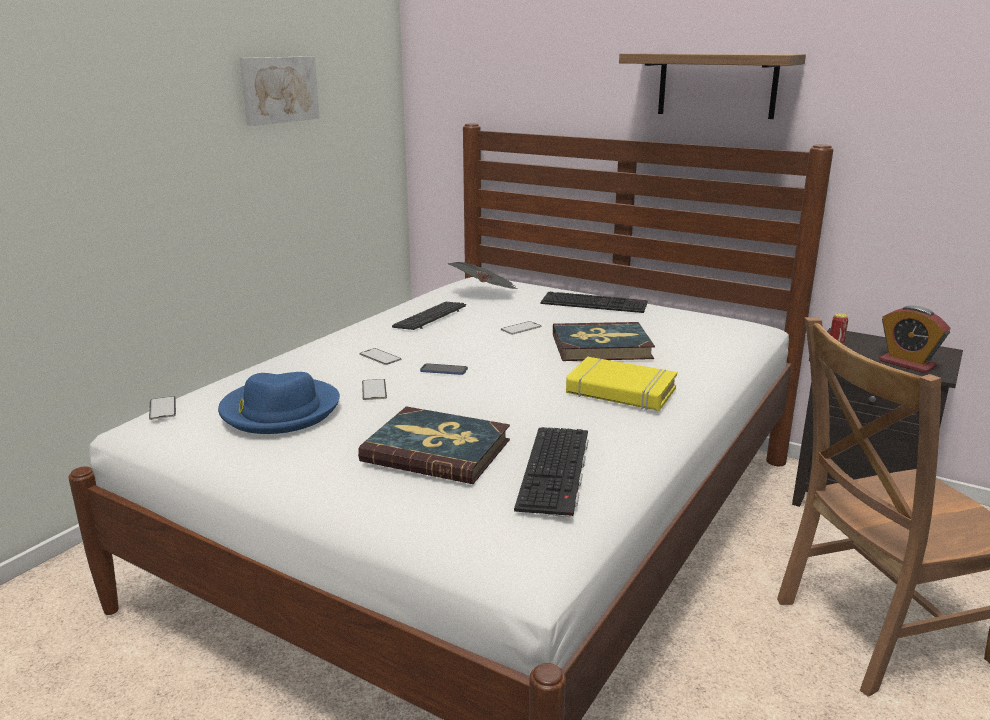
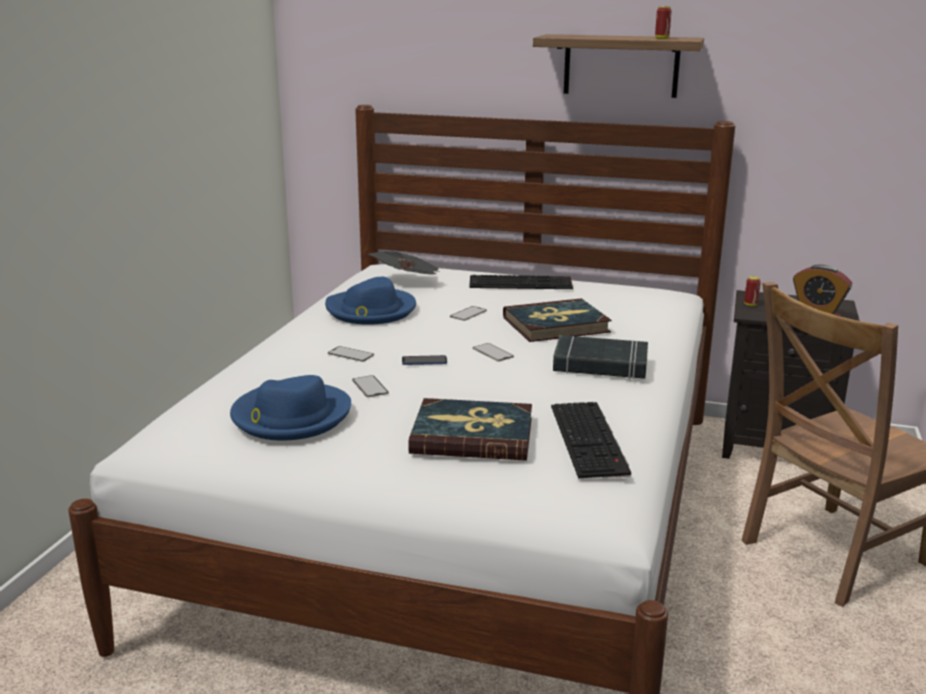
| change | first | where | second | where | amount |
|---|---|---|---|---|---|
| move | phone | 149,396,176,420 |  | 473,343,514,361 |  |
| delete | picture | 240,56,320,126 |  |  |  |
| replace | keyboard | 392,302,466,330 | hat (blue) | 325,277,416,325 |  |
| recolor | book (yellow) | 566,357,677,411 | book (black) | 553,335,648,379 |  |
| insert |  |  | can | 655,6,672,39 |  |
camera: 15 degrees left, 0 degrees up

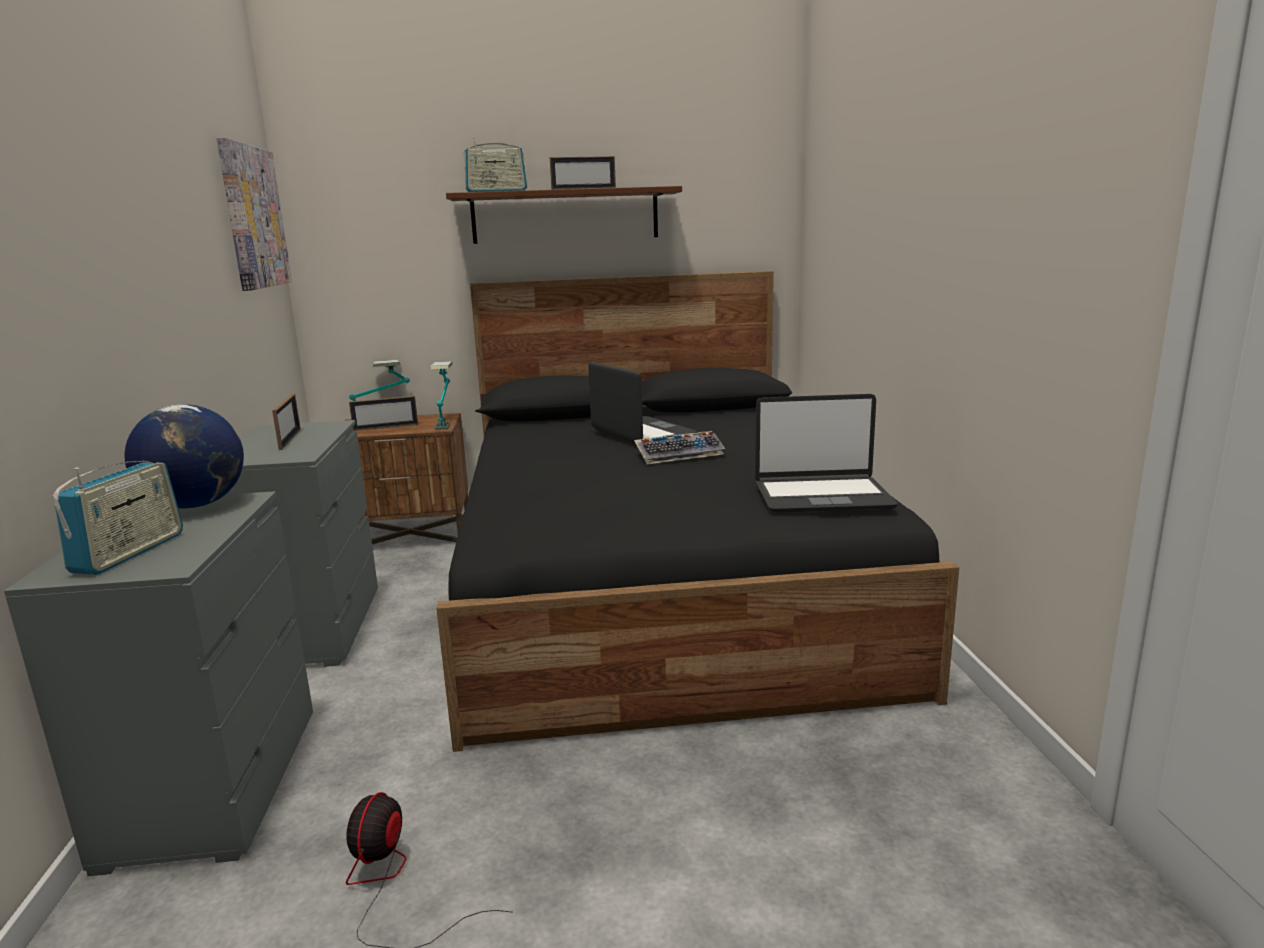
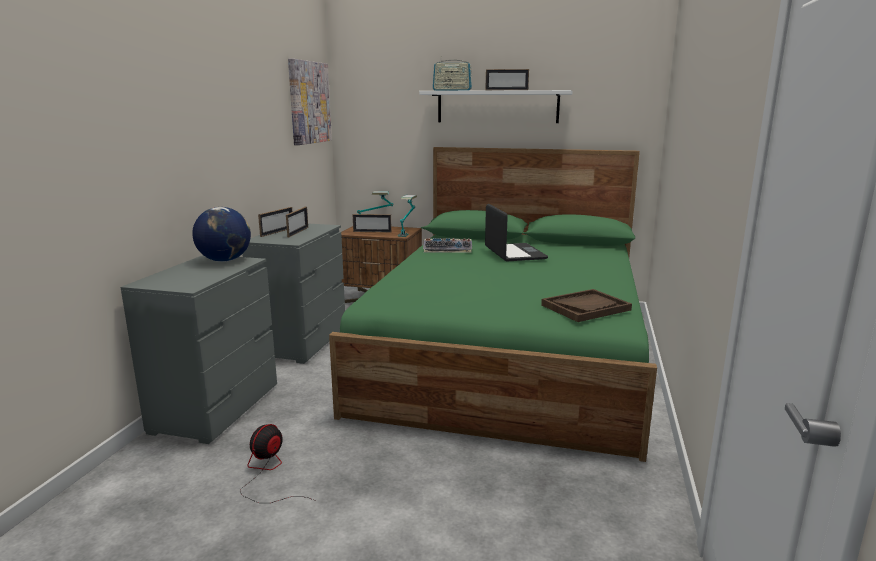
| change | first | where | second | where | amount |
|---|---|---|---|---|---|
| delete | radio | 53,461,183,575 |  |  |  |
| recolor | bed (black) | 436,271,959,752 | bed (green) | 329,147,657,462 |  |
| recolor | shelf (brown) | 446,186,682,244 | shelf (white) | 419,90,573,123 |  |
| move | keyboard | 634,431,725,465 |  | 423,238,472,253 |  |
| replace | laptop | 755,394,897,513 | tray (brown) | 541,289,632,322 |  |
| insert |  |  | picture frame | 258,207,292,237 |  |
camera: 20 degrees right, 0 degrees up

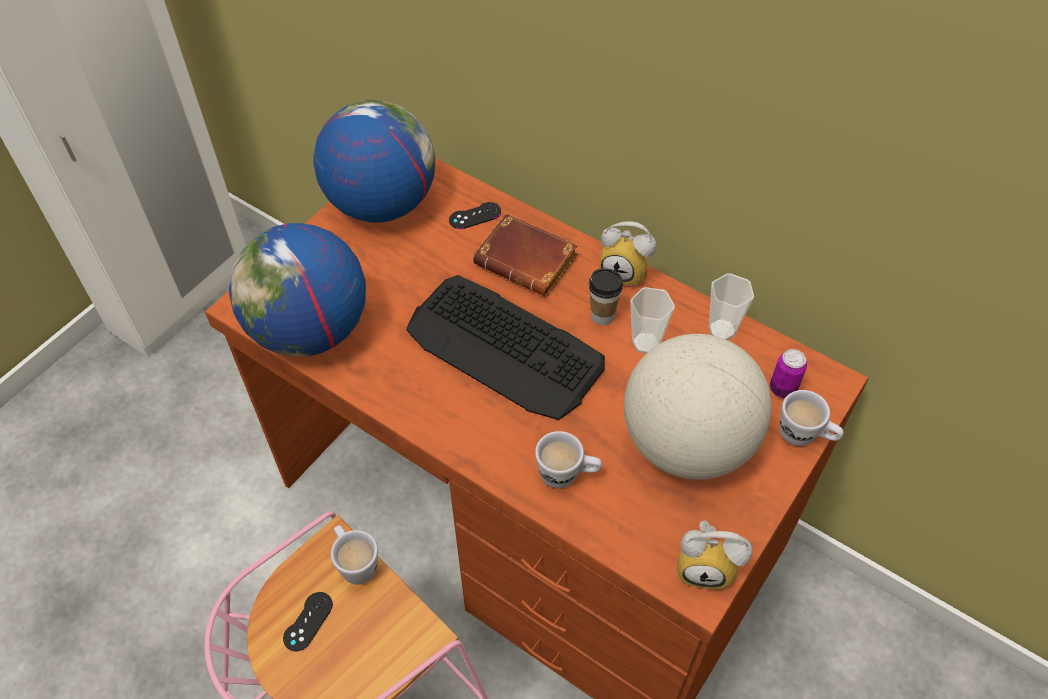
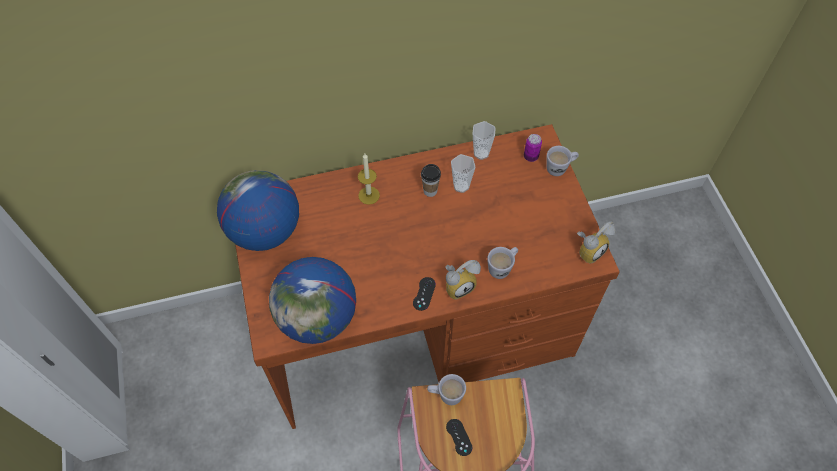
| change | first | where | second | where | amount |
|---|---|---|---|---|---|
| delete | keyboard | 406,275,605,420 |  |  |  |
| move | game controller (black) | 449,202,501,229 |  | 413,277,436,311 |  |
| replace | book (brown) | 473,213,578,297 | candle | 358,154,380,205 |  |
| move | alarm clock | 600,221,656,287 |  | 445,260,481,299 |  |
| delete | globe | 624,334,772,480 |  |  |  |
camera: 50 degrees left, 5 degrees up

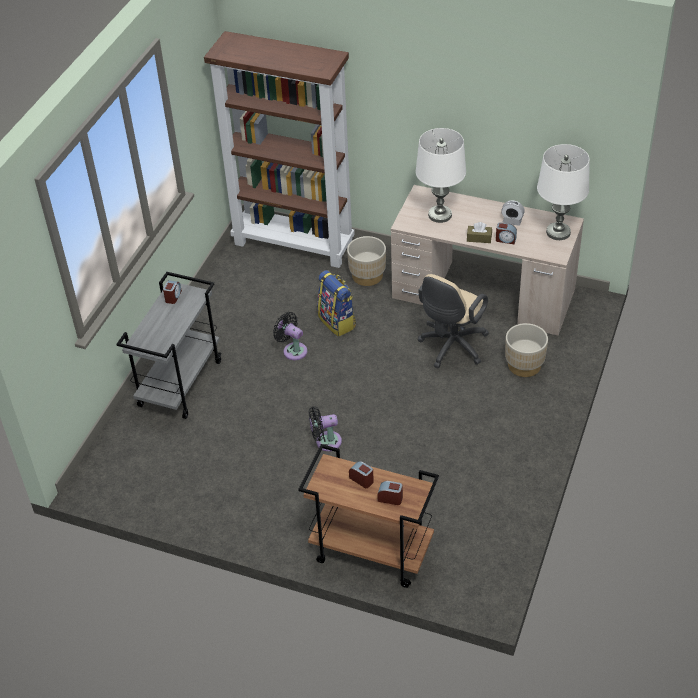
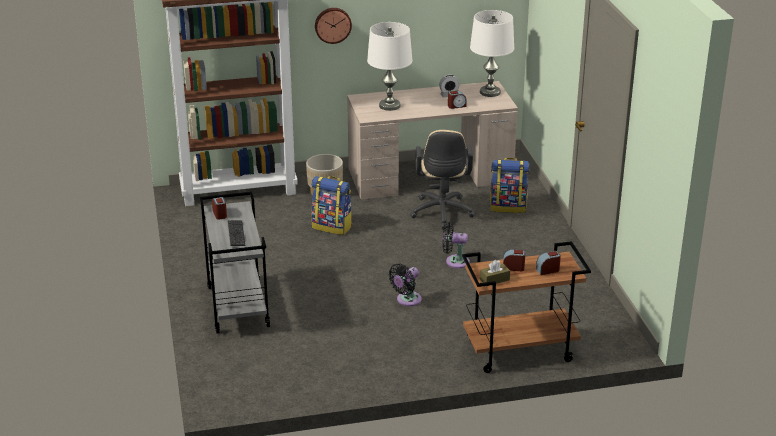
| change | first | where | second | where | amount |
|---|---|---|---|---|---|
| move | fan (black) | 273,312,307,360 |  | 443,222,470,268 |  |
| move | tissue box (brown) | 467,222,492,243 |  | 480,260,510,284 |  |
| replace | planter (beige) | 505,323,548,377 | backpack | 490,158,529,213 |  |
| insert |  |  | keyboard | 228,220,245,246 |  |
| insert |  |  | wall clock | 315,8,352,44 |  |
camera: 35 degrees left, 15 degrees down

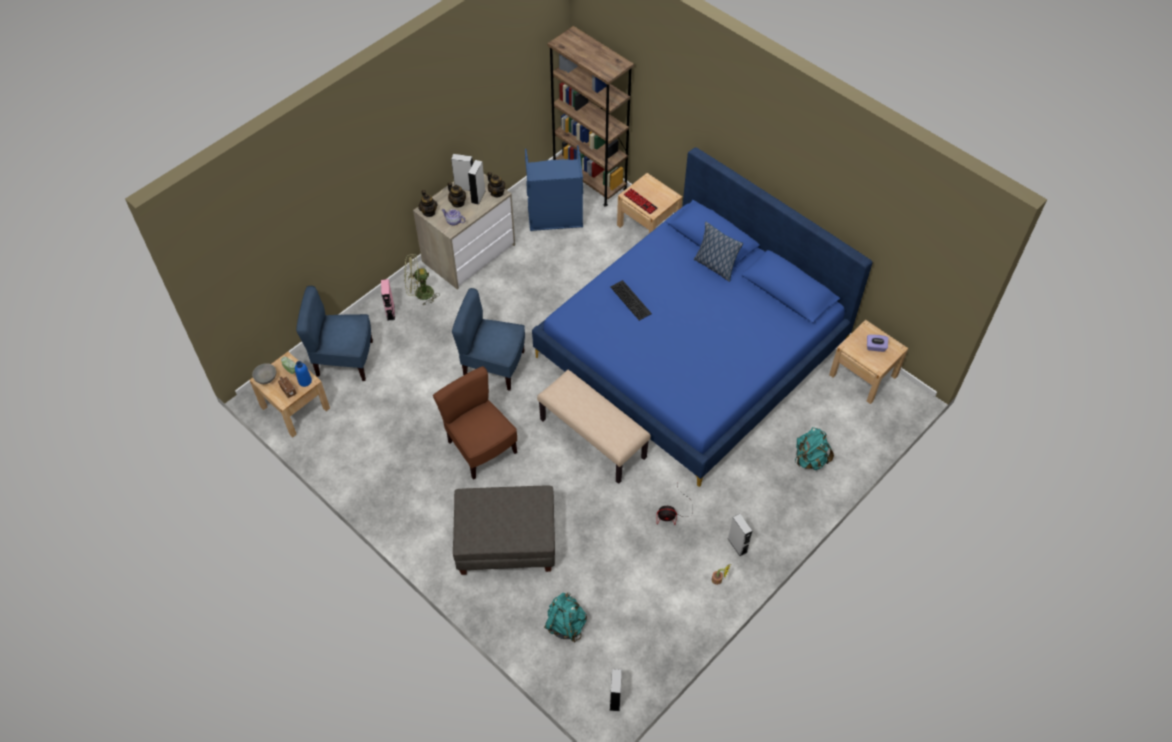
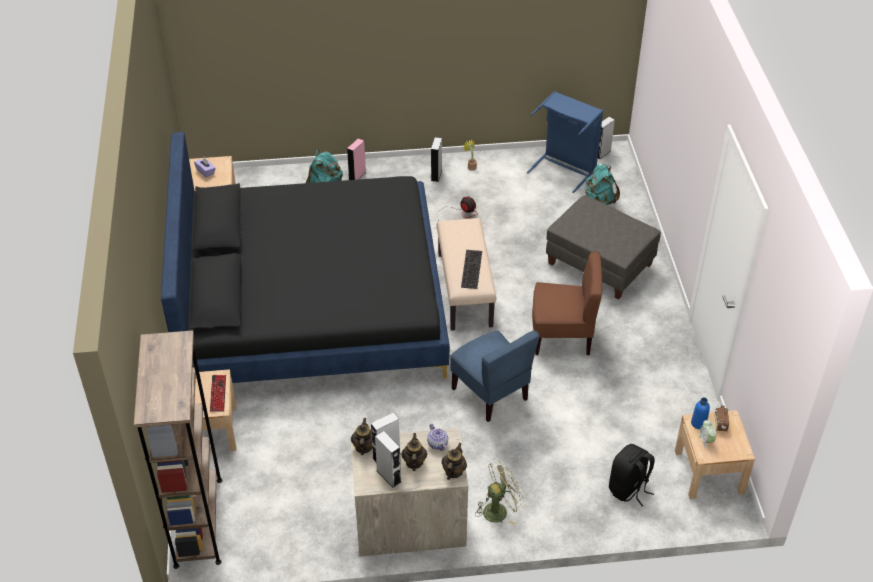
| change | first | where | second | where | amount |
|---|---|---|---|---|---|
| delete | bowl (grey) | 252,363,277,384 |  |  |  |
| replace | chair (blue) | 296,286,373,381 | backpack (black) | 609,444,655,506 |  |
| move | speaker (pink) | 381,279,395,321 |  | 347,138,366,180 |  |
| rotate | fan (green) | 404,254,440,305 |  | 475,460,525,525 | 60 degrees counterclockwise |
| rotate | chair (brown) | 433,366,517,480 |  | 532,251,602,355 | 90 degrees counterclockwise |
| move | laundry basket (blue) | 525,145,583,231 |  | 527,91,603,193 |  |
| recolor | bed (blue) | 532,147,872,487 | bed (black) | 161,132,450,383 |  |
| move | keyboard | 611,280,652,321 |  | 461,250,482,289 |  |
| delete | pillow | 694,221,743,282 |  |  |  |
camera: 140 degrees left, 10 degrees down

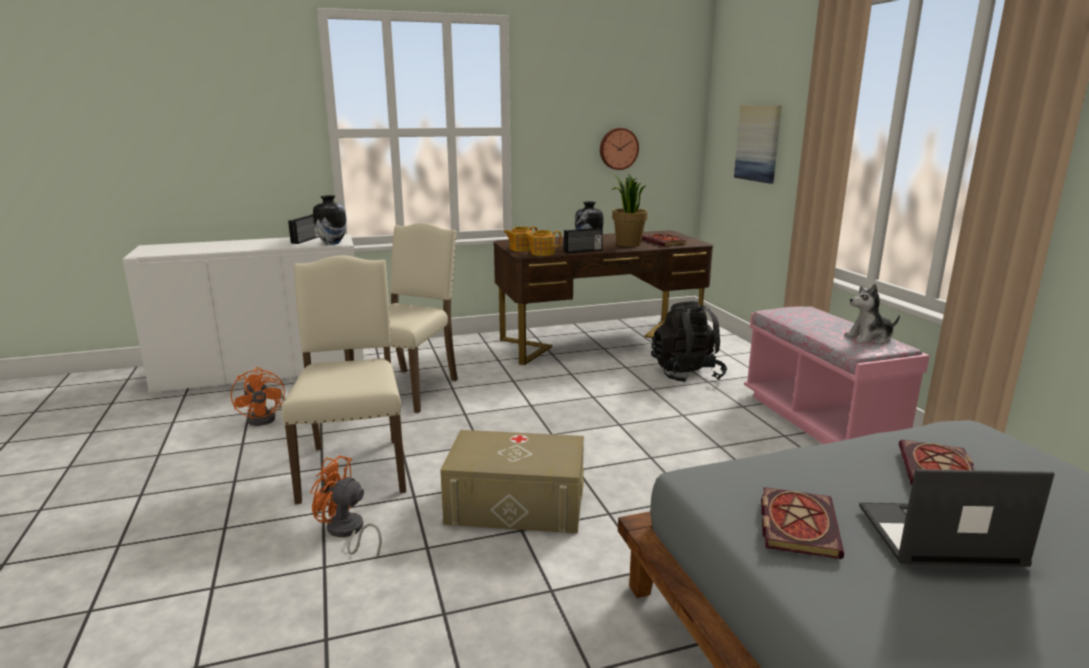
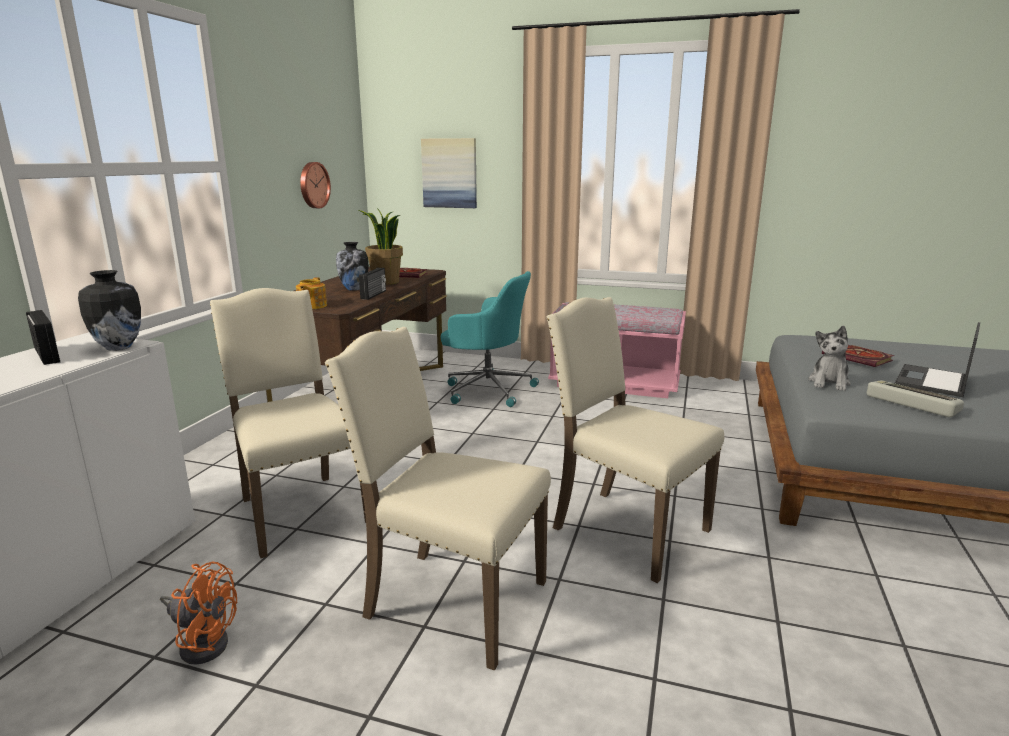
| change | first | where | second | where | amount |
|---|---|---|---|---|---|
| delete | fan (orange) | 310,455,382,558 |  |  |  |
| replace | storage box (beige) | 440,430,584,533 | chair (beige) | 547,297,724,583 |  |
| delete | teapot | 523,230,561,256 |  |  |  |
| replace | backpack (black) | 651,301,727,383 | office chair (turquoise) | 441,271,539,407 |  |
| replace | book | 761,487,844,559 | keyboard | 867,380,964,417 |  |
| move | plush toy | 844,284,900,344 |  | 808,326,851,391 |  |
camera: 55 degrees left, 0 degrees up

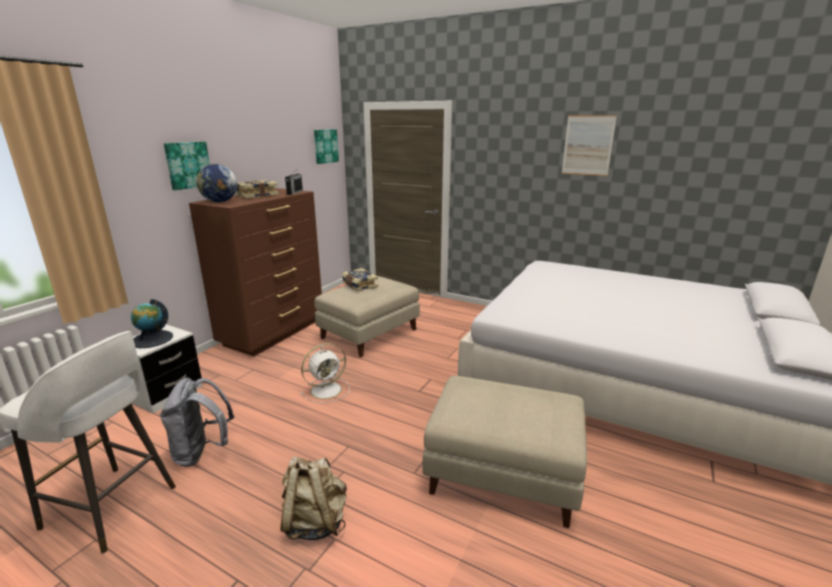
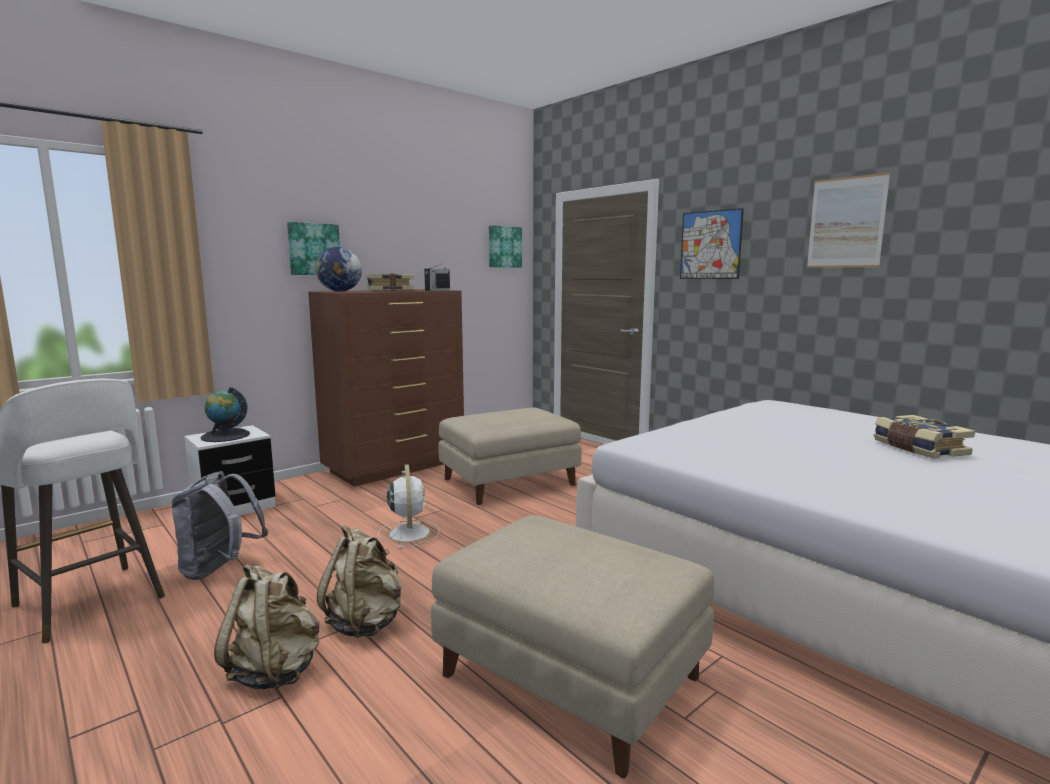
| change | first | where | second | where | amount |
|---|---|---|---|---|---|
| rotate | fan (white) | 300,343,350,403 |  | 378,464,440,549 | 90 degrees counterclockwise |
| move | book | 342,268,378,292 |  | 874,415,975,459 |  |
| insert |  |  | backpack (beige) | 317,525,402,638 |  |
| insert |  |  | picture | 680,208,744,279 |  |
camera: 20 degrees right, 10 degrees down

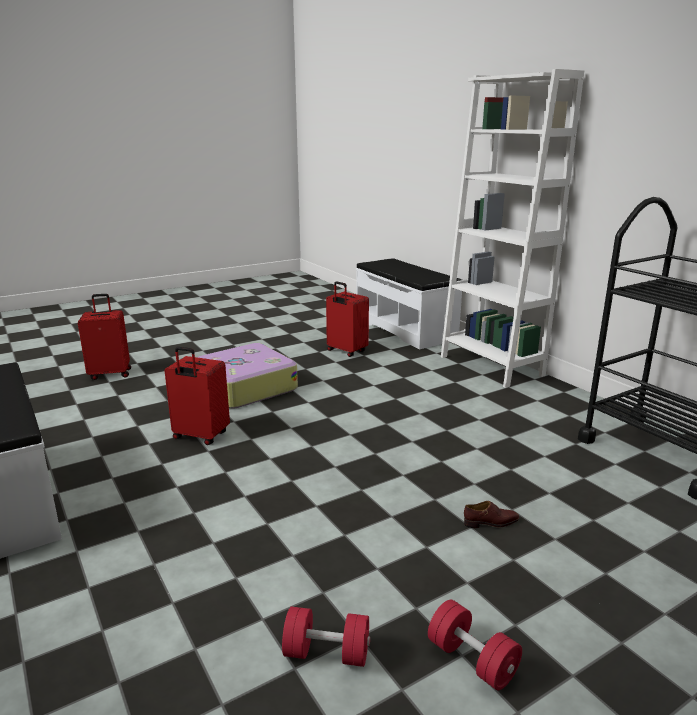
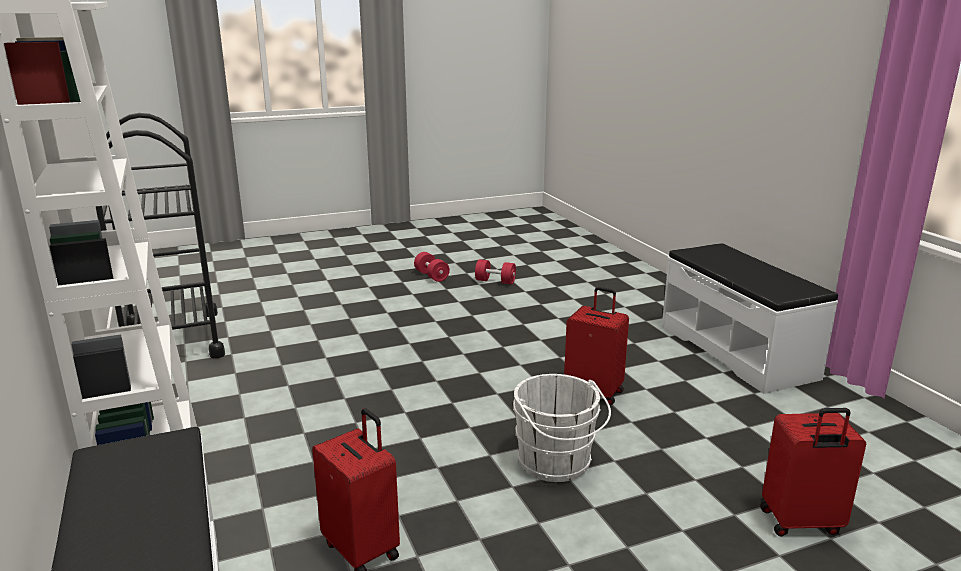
| change | first | where | second | where | amount |
|---|---|---|---|---|---|
| replace | suitcase | 197,343,298,408 | bucket (white) | 513,374,611,482 |  |
| delete | shoe (brown) | 464,501,520,528 |  |  |  |
camera: 170 degrees left, 0 degrees up

